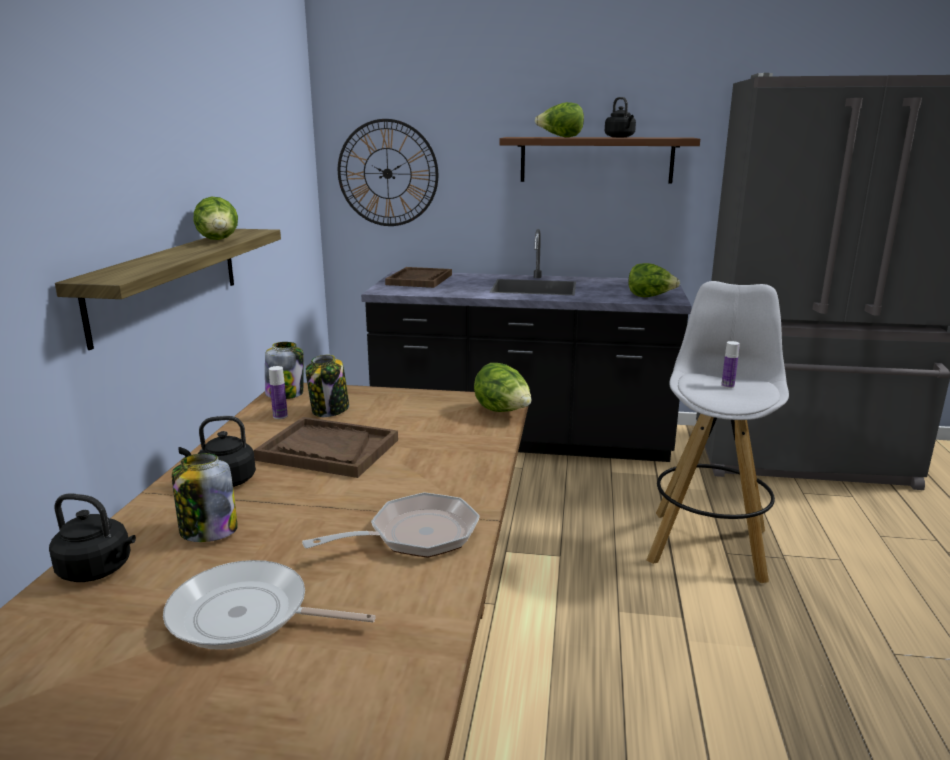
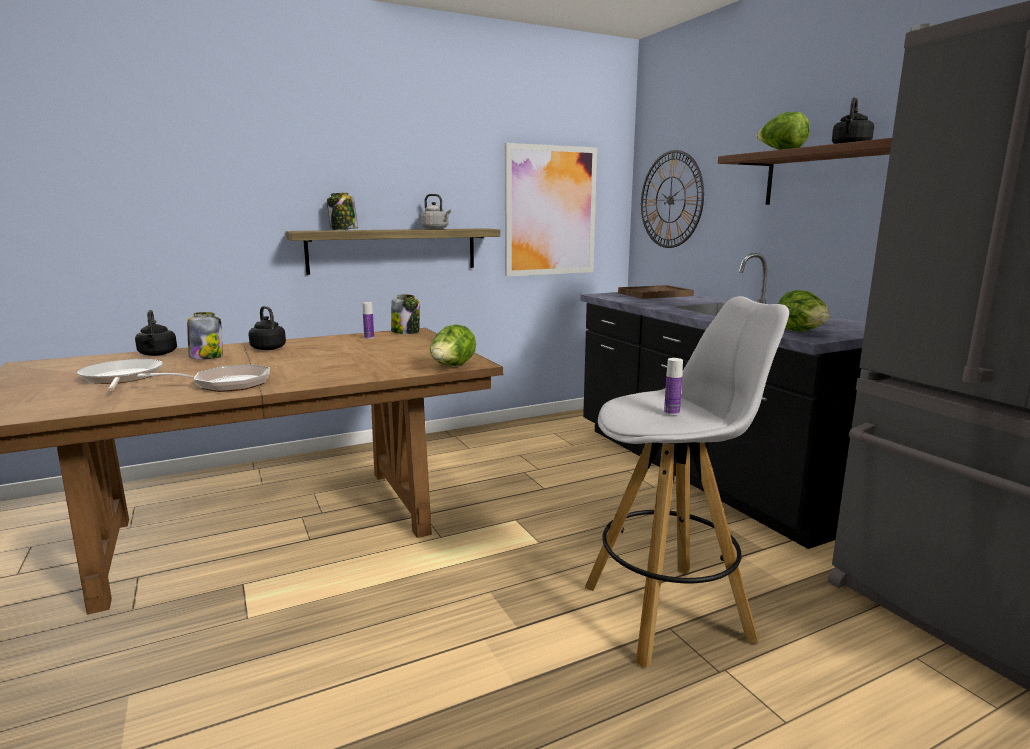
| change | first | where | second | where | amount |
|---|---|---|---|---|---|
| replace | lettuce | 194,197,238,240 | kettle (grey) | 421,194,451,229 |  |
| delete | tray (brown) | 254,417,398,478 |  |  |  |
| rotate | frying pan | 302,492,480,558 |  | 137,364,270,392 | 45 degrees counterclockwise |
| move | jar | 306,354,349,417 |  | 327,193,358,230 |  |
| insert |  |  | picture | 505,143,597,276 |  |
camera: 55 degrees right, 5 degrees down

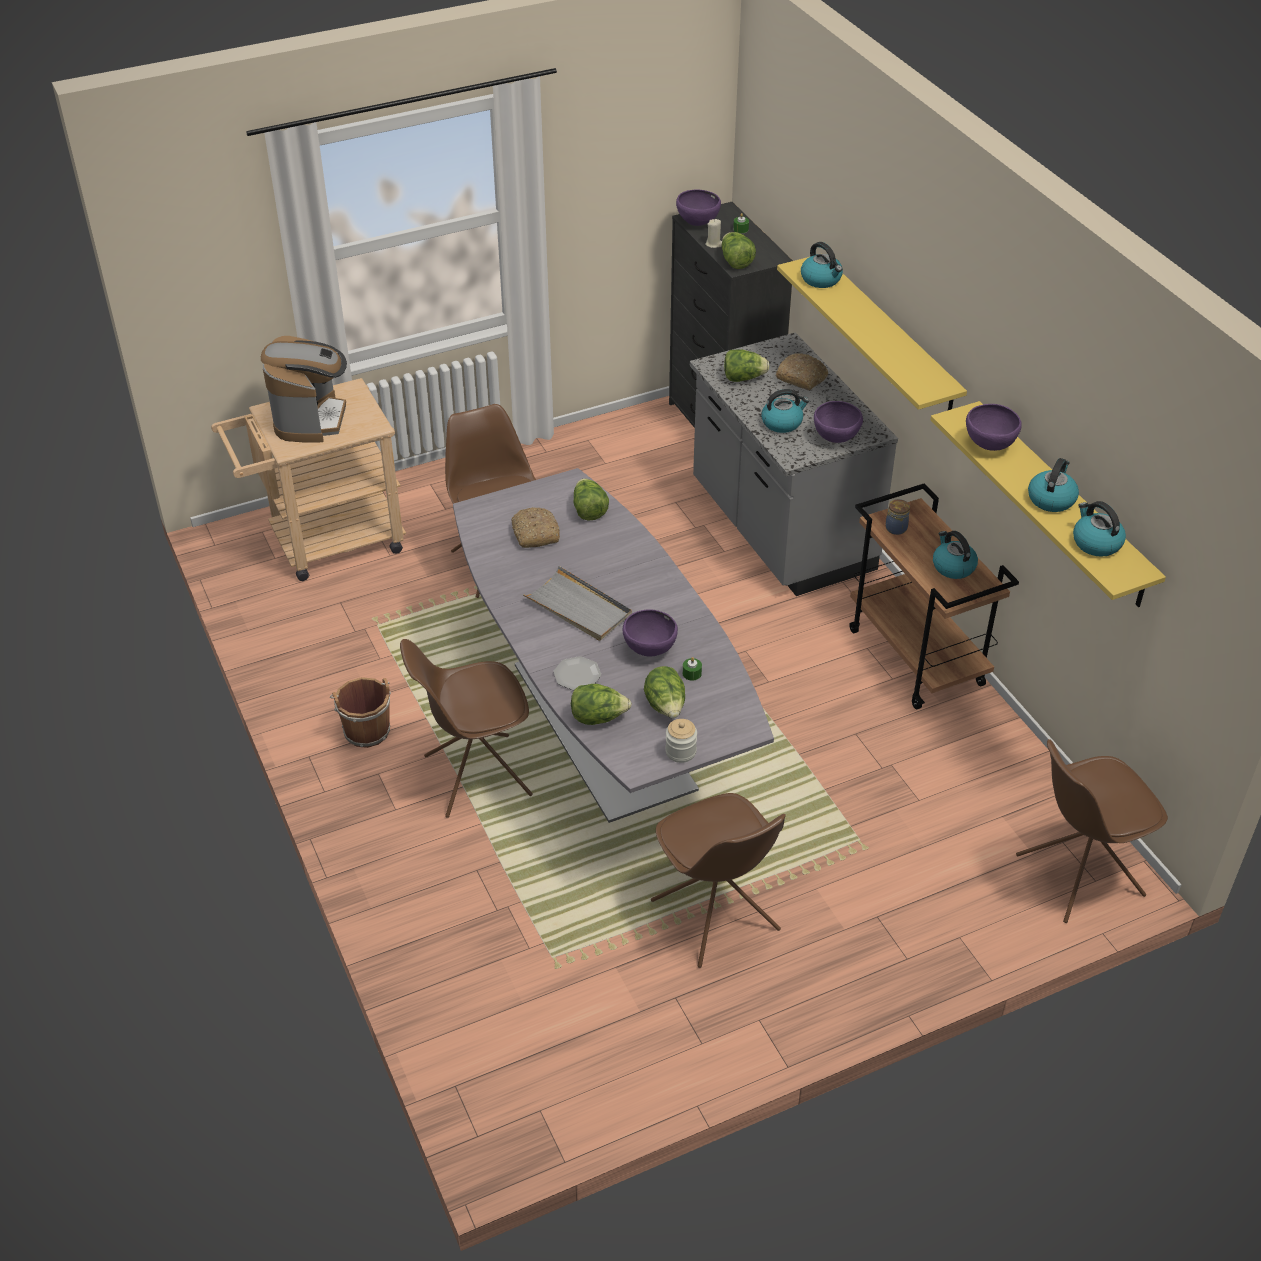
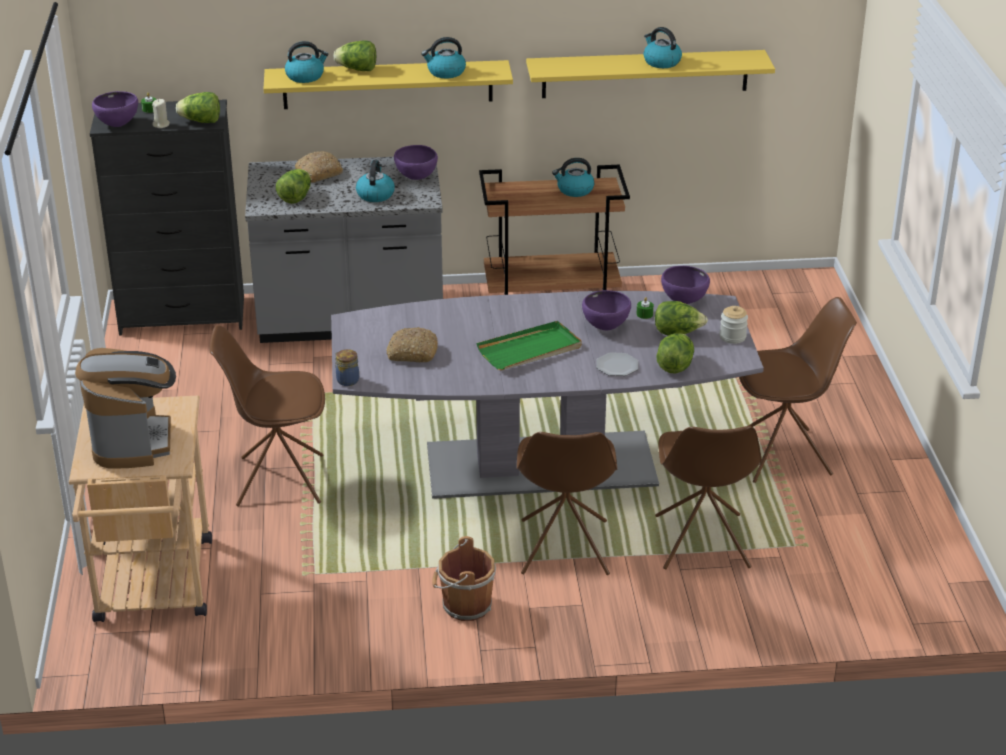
| change | first | where | second | where | amount |
|---|---|---|---|---|---|
| rotate | coffee machine | 261,336,347,443 |  | 75,348,176,469 | 60 degrees clockwise |
| recolor | tray (grey) | 523,566,632,641 | tray (green) | 477,321,582,370 |  |
| move | lettuce | 574,479,609,521 |  | 333,40,376,71 |  |
| move | jar | 886,499,910,535 |  | 335,349,359,386 |  |
| move | bowl (purple) | 966,404,1022,451 |  | 661,266,710,304 |  |
| move | chair (brown) | 1016,739,1168,923 |  | 655,426,762,569 |  |
| move | kettle | 1073,501,1126,557 |  | 421,37,466,78 |  |
camera: 70 degrees left, 10 degrees down

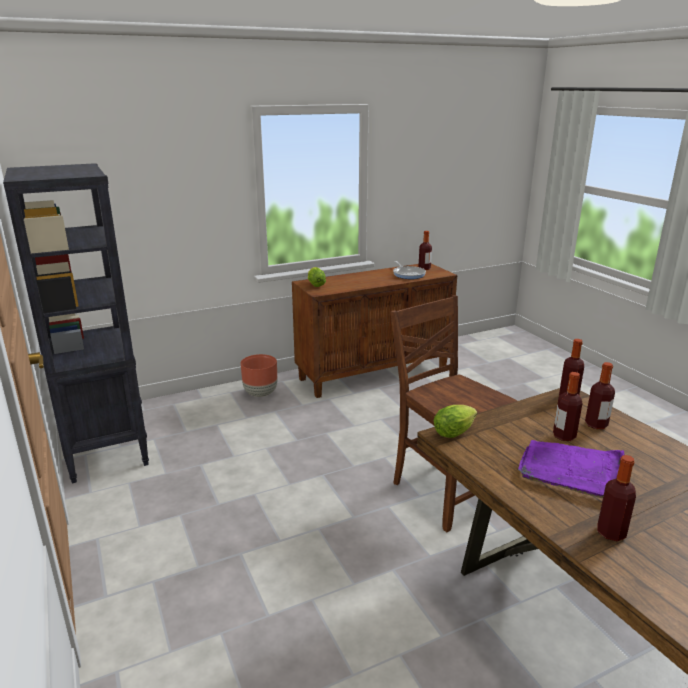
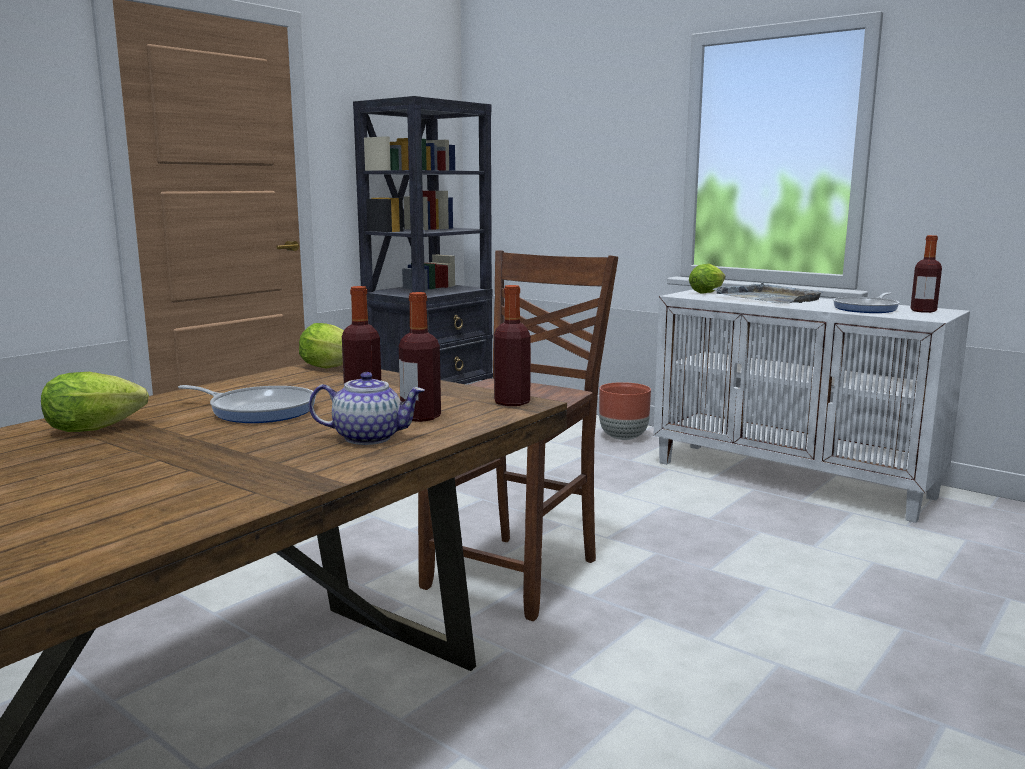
| change | first | where | second | where | amount |
|---|---|---|---|---|---|
| recolor | cabinet (brown) | 292,264,457,398 | cabinet (white) | 653,289,970,523 |  |
| replace | tray (purple) | 518,440,625,498 | frying pan | 178,385,316,423 |  |
| replace | bottle | 597,455,636,541 | lettuce | 41,372,149,432 |  |
| insert |  |  | teapot | 309,372,425,445 |  |
| insert |  |  | tray (grey) | 713,282,824,303 |  |
camera: 65 degrees right, 10 degrees down

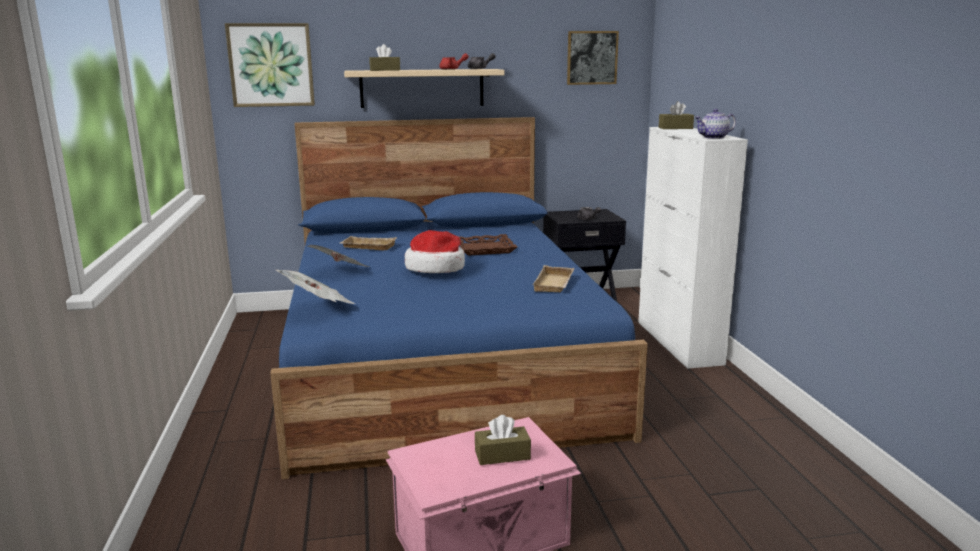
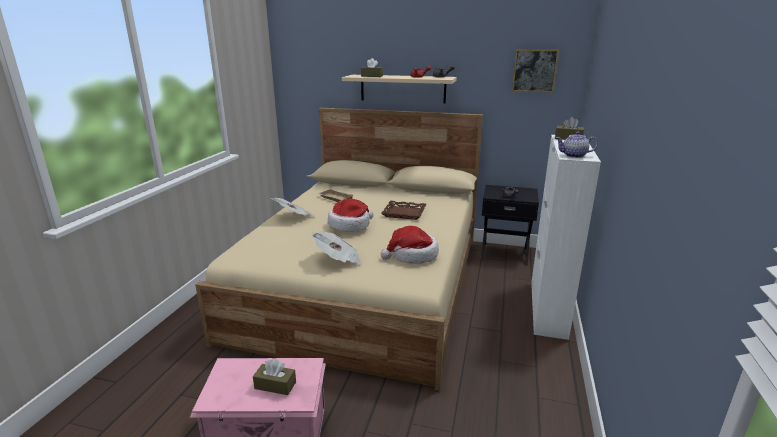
| change | first | where | second | where | amount |
|---|---|---|---|---|---|
| delete | picture | 225,23,315,107 |  |  |  |
| recolor | bed (blue) | 270,117,648,479 | bed (beige) | 195,108,483,391 |  |
| move | newspaper | 276,270,356,304 |  | 312,232,362,264 |  |
| replace | tray (beige) | 532,265,574,292 | hat | 381,226,439,264 |  |
camera: 25 degrees right, 5 degrees up

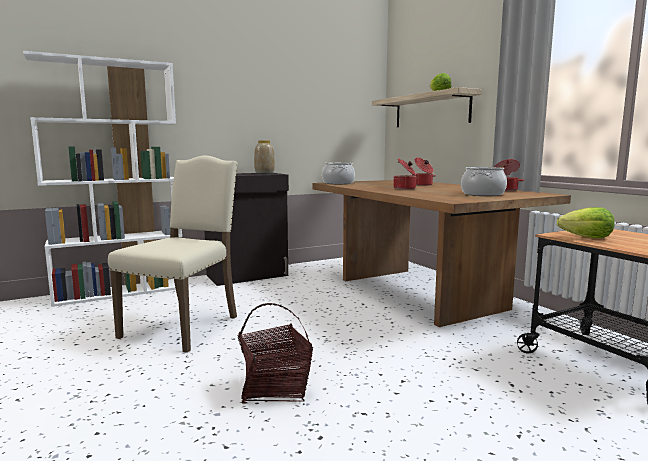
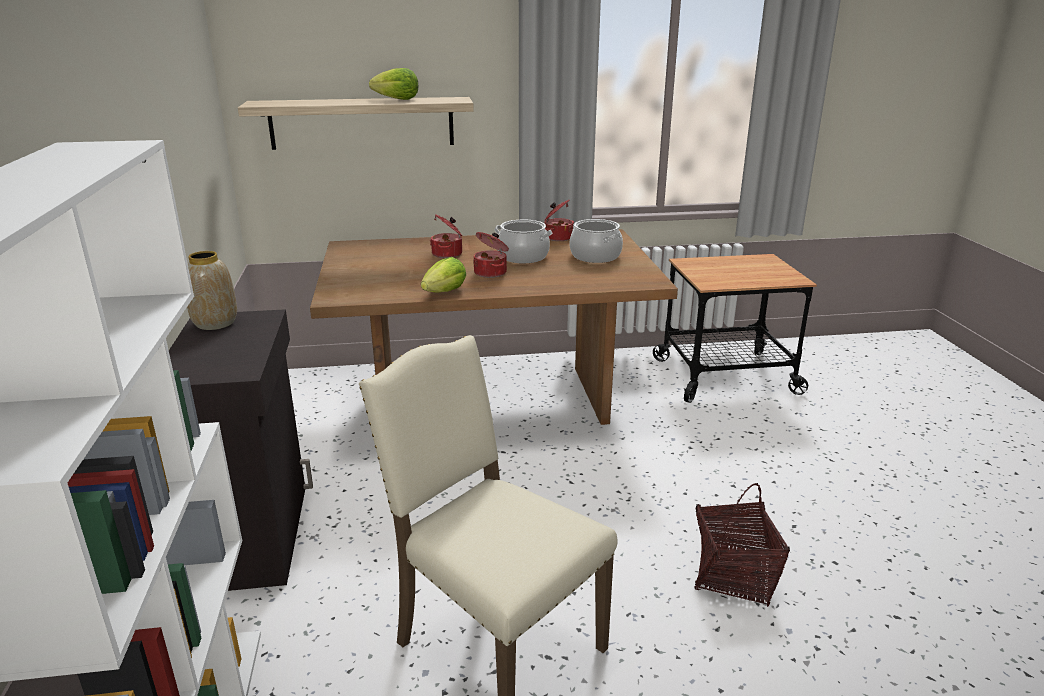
| change | first | where | second | where | amount |
|---|---|---|---|---|---|
| move | cooking pot | 322,163,355,184 |  | 494,220,552,263 |  |
| move | lettuce | 557,207,615,238 |  | 421,257,466,293 |  |
camera: 70 degrees left, 15 degrees up

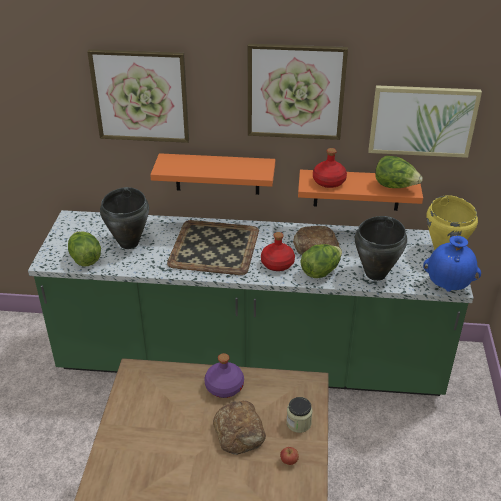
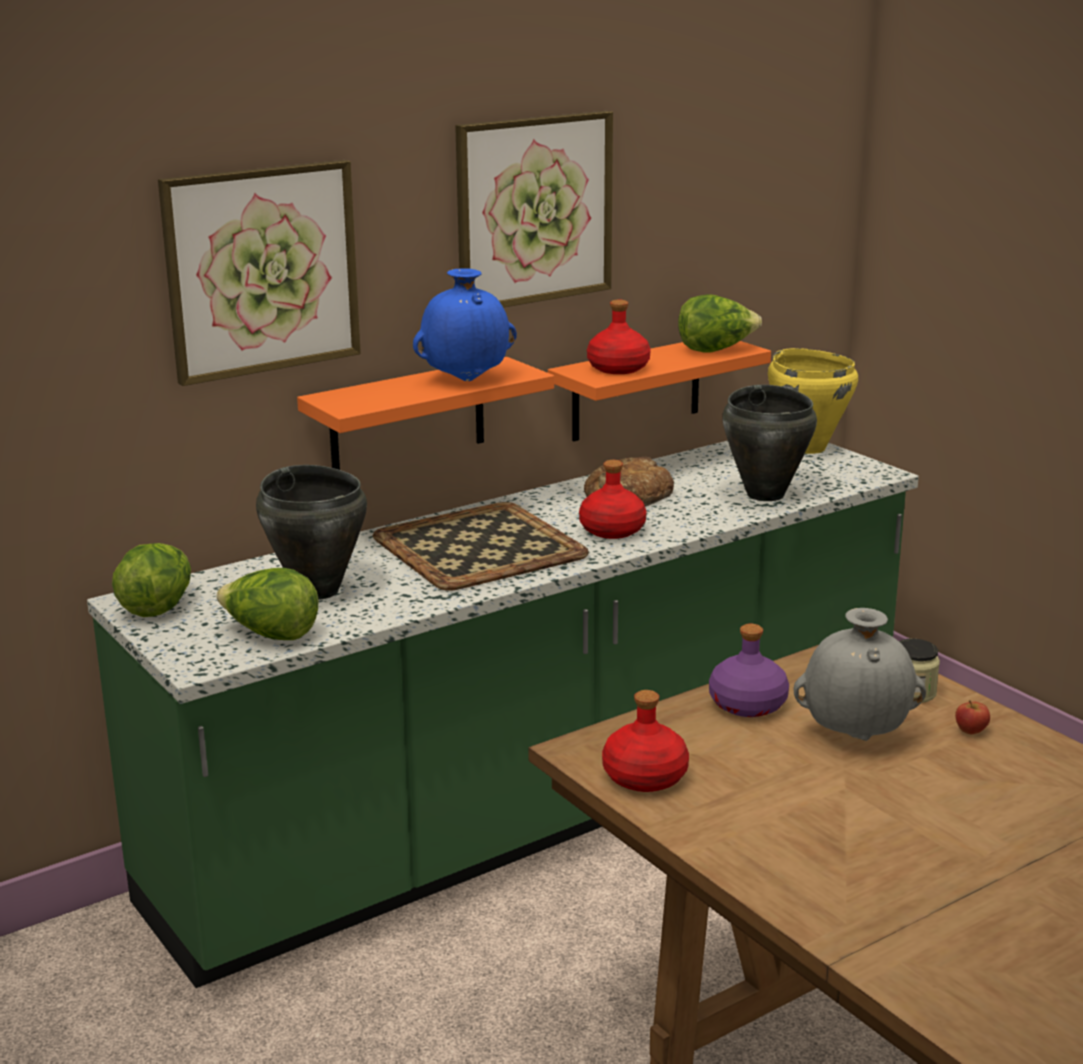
| change | first | where | second | where | amount |
|---|---|---|---|---|---|
| replace | bread | 213,401,266,455 | vase (grey) | 793,608,926,741 |  |
| move | lettuce | 300,244,342,278 |  | 112,543,191,617 |  |
| delete | picture | 368,85,482,158 |  |  |  |
| move | vase (blue) | 423,236,481,292 |  | 413,268,517,381 |  |
| insert |  |  | bottle (red) | 602,690,689,792 |  |
camera: 40 degrees left, 15 degrees down

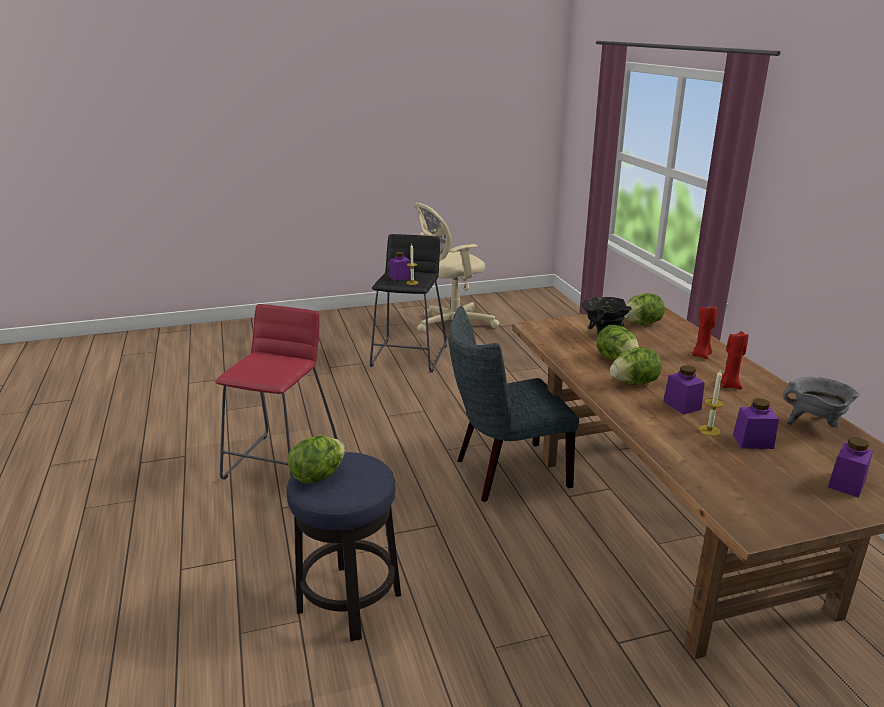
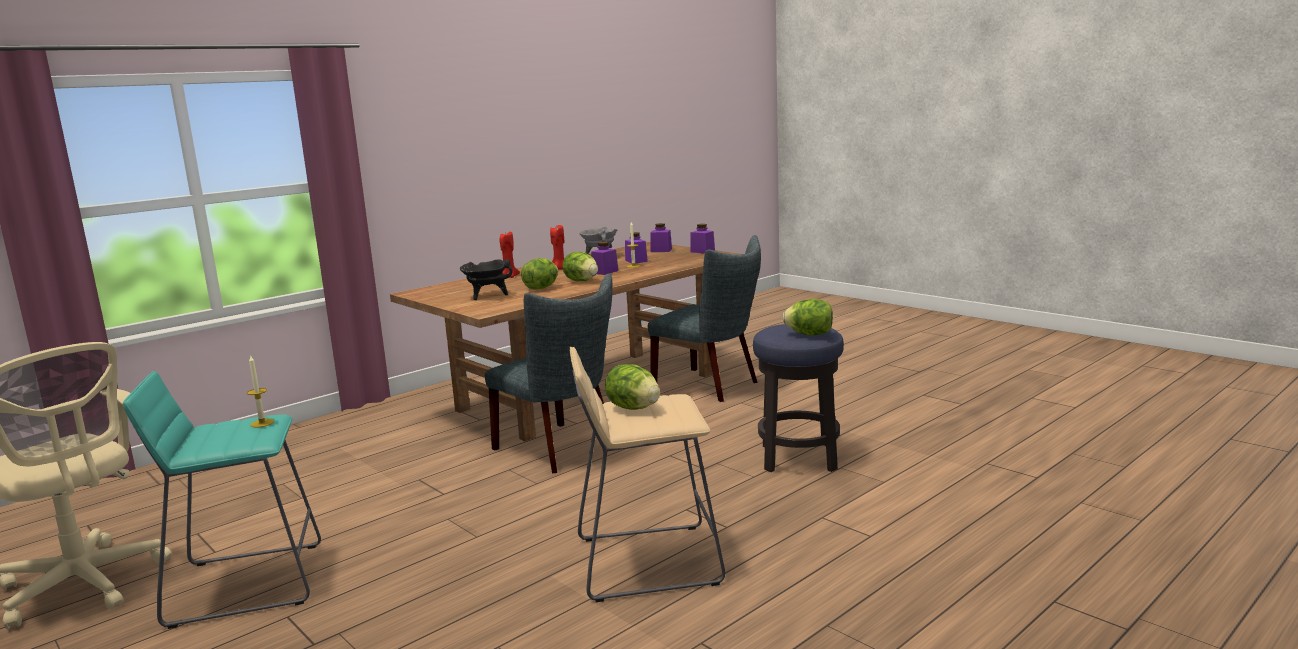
| change | first | where | second | where | amount |
|---|---|---|---|---|---|
| recolor | stool (red) | 215,304,338,479 | stool (beige) | 569,347,725,602 |  |
| recolor | stool (black) | 370,234,447,372 | stool (turquoise) | 123,371,321,629 |  |
| move | jar (purple) | 389,252,411,281 |  | 690,224,715,254 |  |
| move | lettuce | 624,293,665,325 |  | 605,364,660,410 |  |
| insert |  |  | chair (grey) | 648,235,761,402 |  |
camera: 115 degrees left, 10 degrees down

